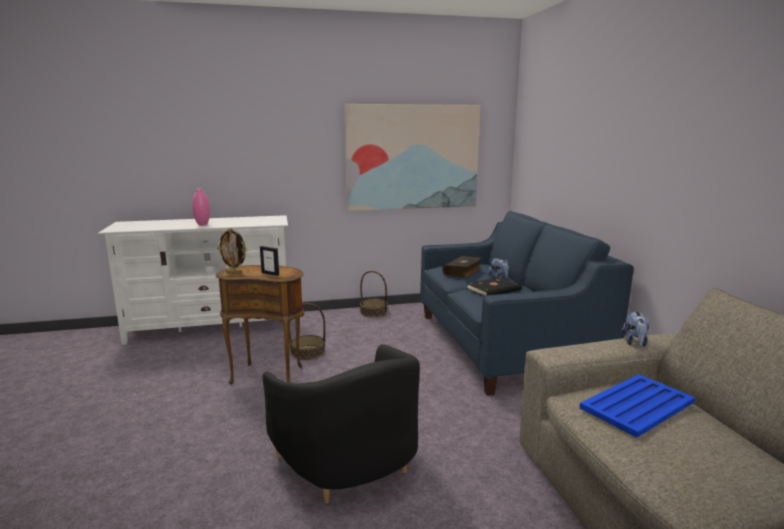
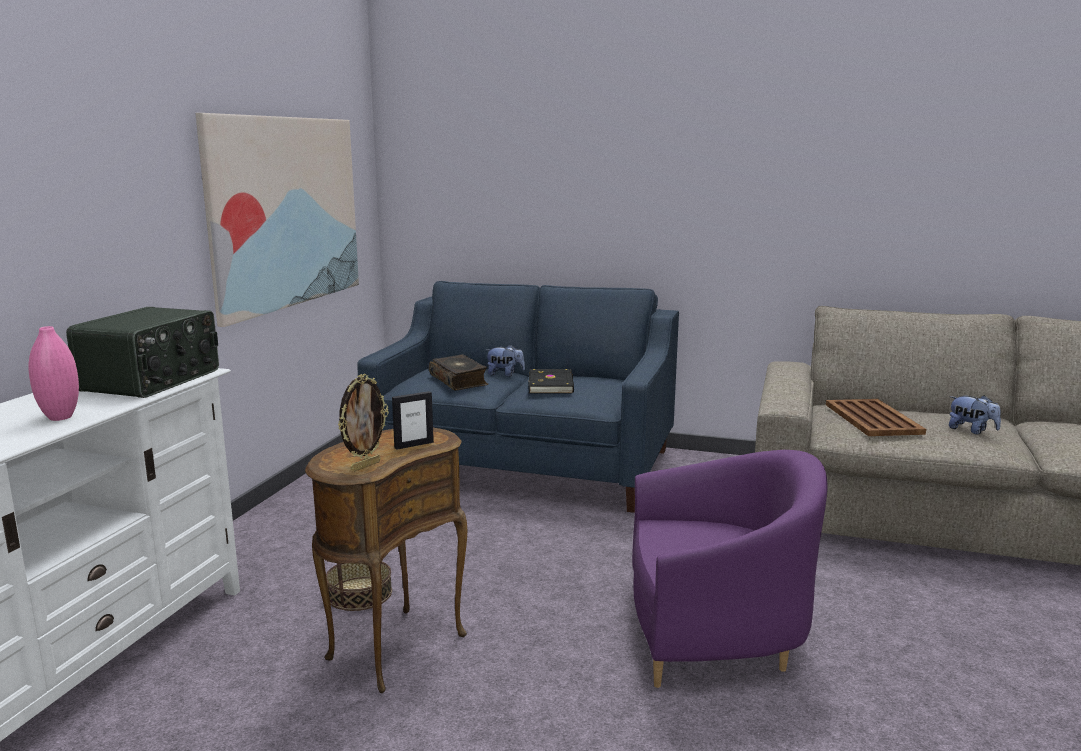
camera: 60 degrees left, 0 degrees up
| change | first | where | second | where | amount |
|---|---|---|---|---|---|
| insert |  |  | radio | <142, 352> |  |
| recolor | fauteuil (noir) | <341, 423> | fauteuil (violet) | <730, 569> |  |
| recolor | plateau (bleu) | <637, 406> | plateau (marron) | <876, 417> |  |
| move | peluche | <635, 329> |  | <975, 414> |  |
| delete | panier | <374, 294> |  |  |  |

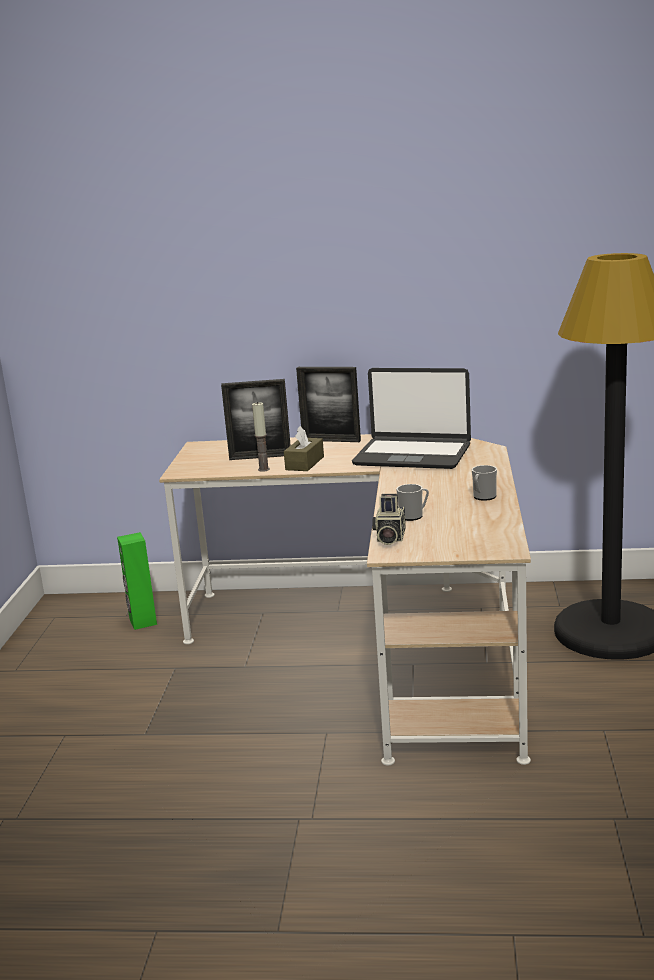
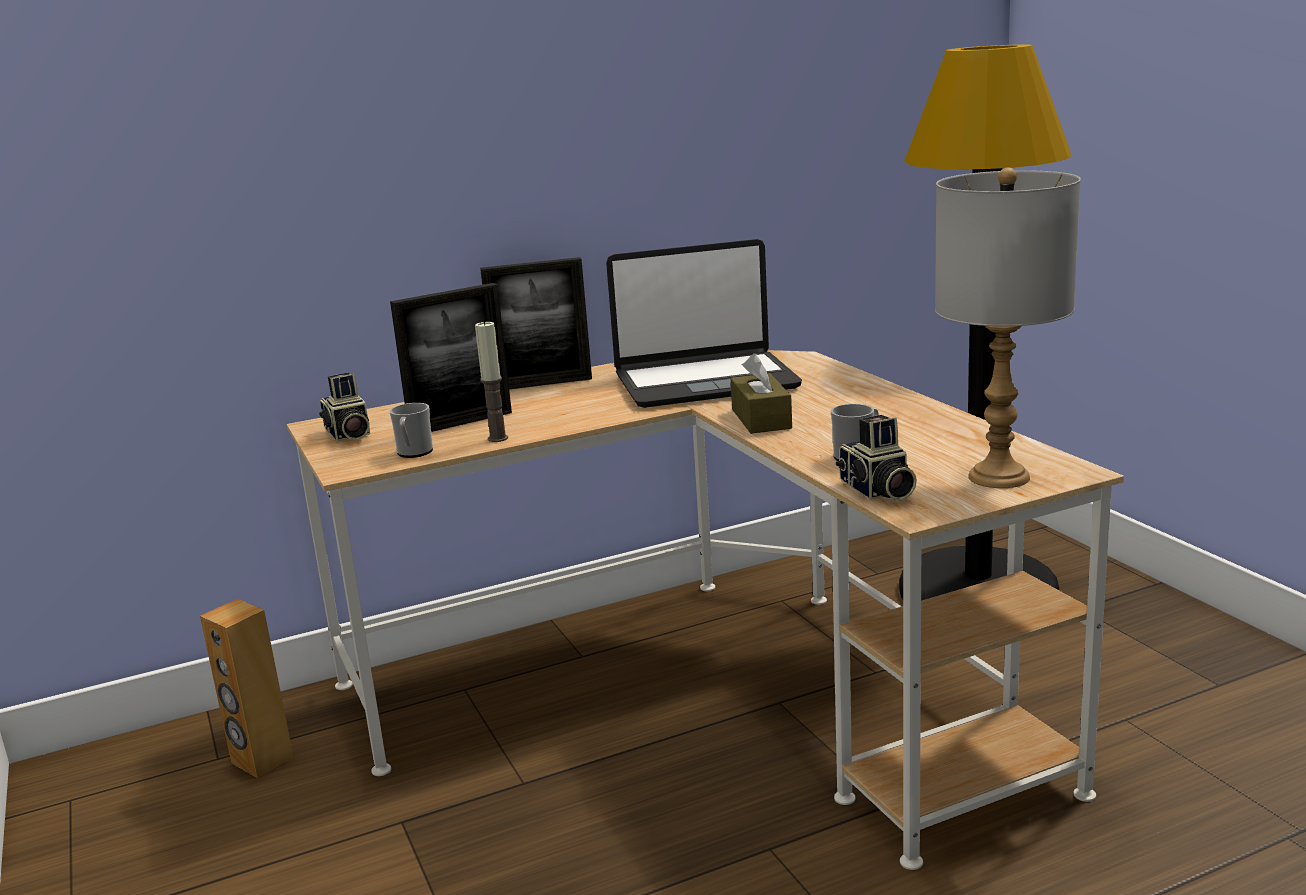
camera: 30 degrees left, 0 degrees up
| change | first | where | second | where | amount |
|---|---|---|---|---|---|
| recolor | enceinte (vert) | <137, 581> | enceinte (marron) | <247, 688> |  |
| insert |  |  | appareil photo | <344, 407> |  |
| move | mug | <484, 483> |  | <411, 430> |  |
| move | boîte à mouchoirs (marron) | <304, 448> |  | <761, 393> |  |
| insert |  |  | lampe de table (gris) | <1008, 327> |  |

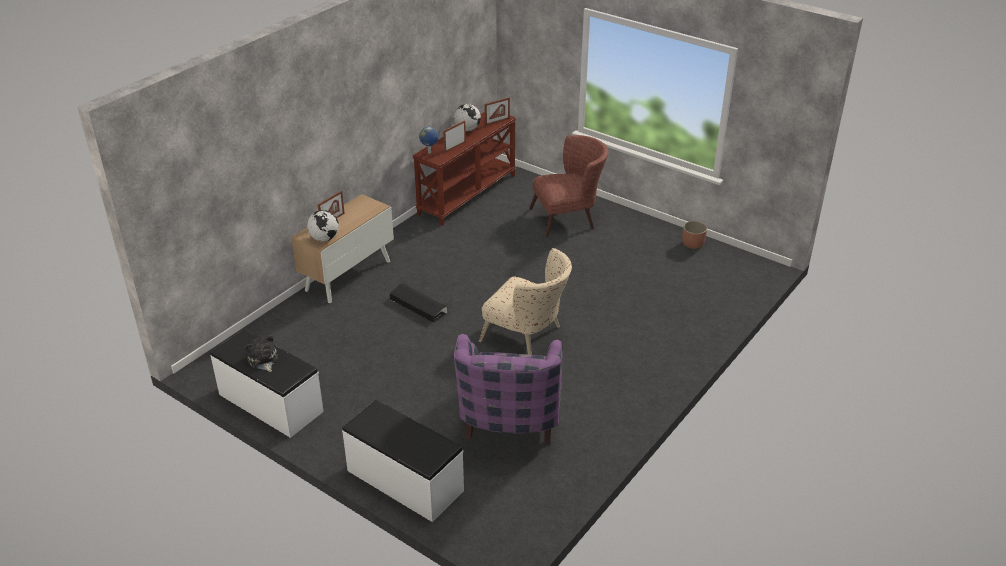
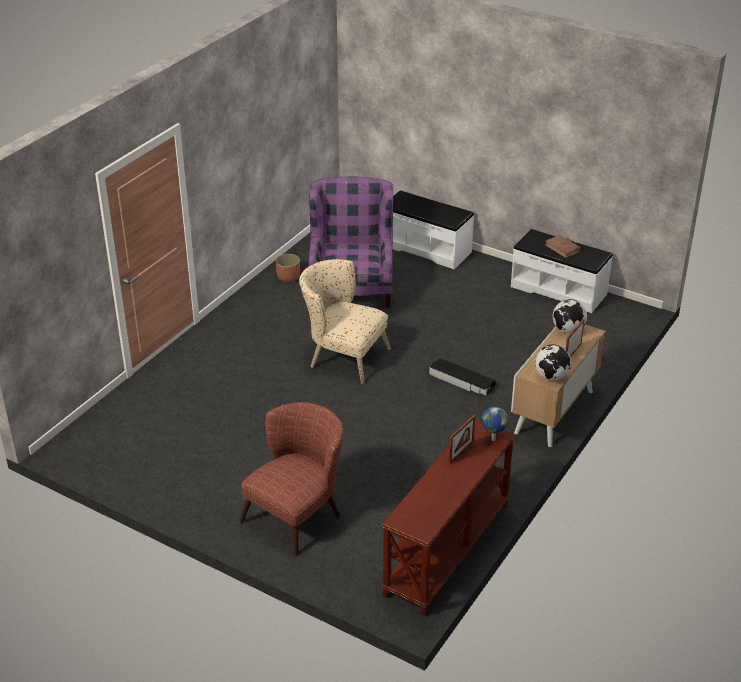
camera: 175 degrees right, 0 degrees up
| change | first | where | second | where | amount |
|---|---|---|---|---|---|
| rotate | fauteuil (marron) | <568, 186> |  | <291, 479> | 150 degrees clockwise |
| move | cache-pot | <694, 235> |  | <287, 268> |  |
| move | globe | <467, 117> |  | <553, 362> |  |
| replace | peluche | <261, 353> | livre (marron) | <563, 246> |  |
| delete | cadre photo | <497, 111> |  |  |  |

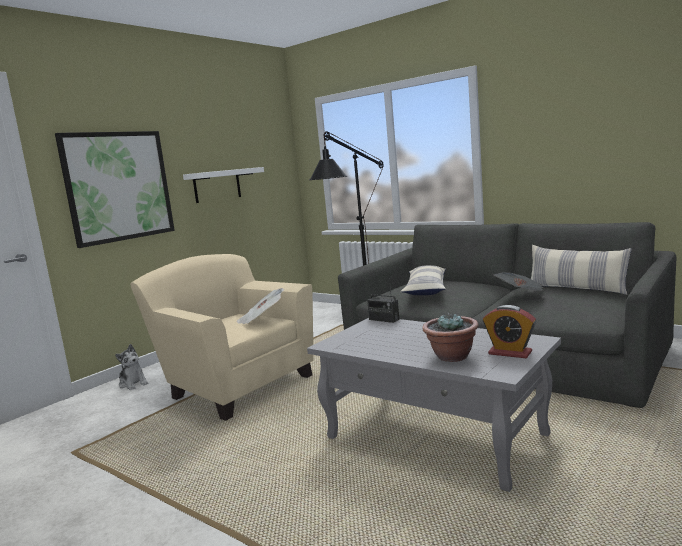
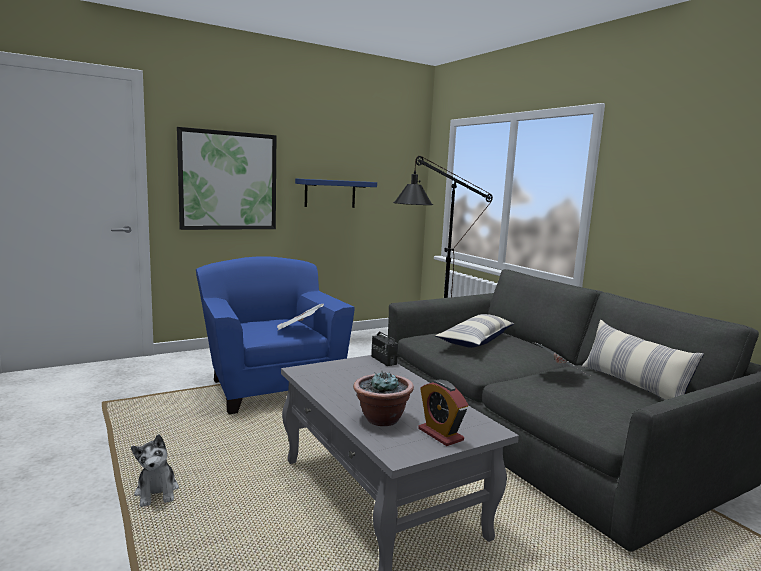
camera: 20 degrees right, 0 degrees up
| change | first | where | second | where | amount |
|---|---|---|---|---|---|
| move | peluche | <132, 367> |  | <155, 470> |  |
| recolor | fauteuil (beige) | <222, 337> | fauteuil (bleu) | <275, 335> |  |
| recolor | étagère (blanc) | <223, 185> | étagère (bleu) | <336, 193> |  |

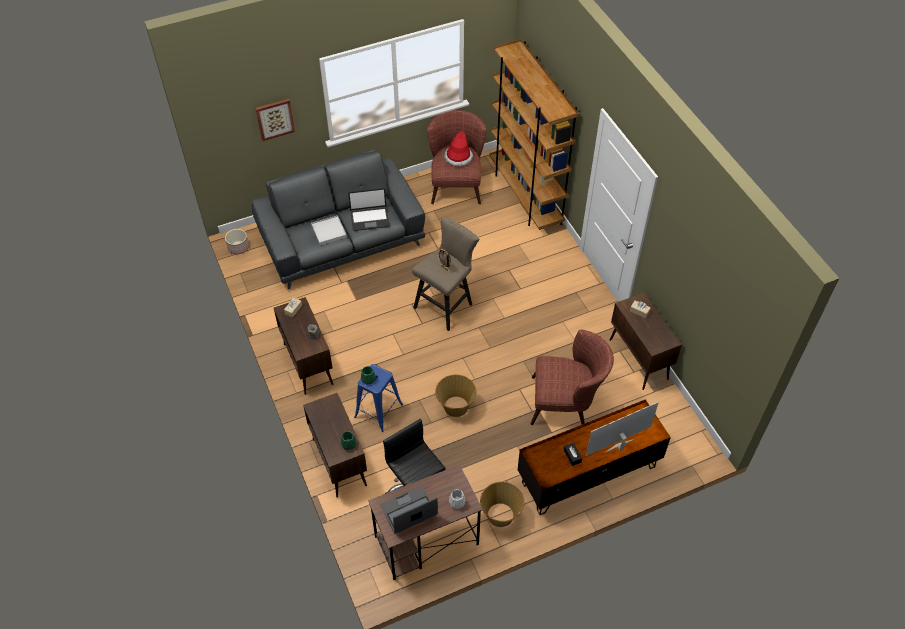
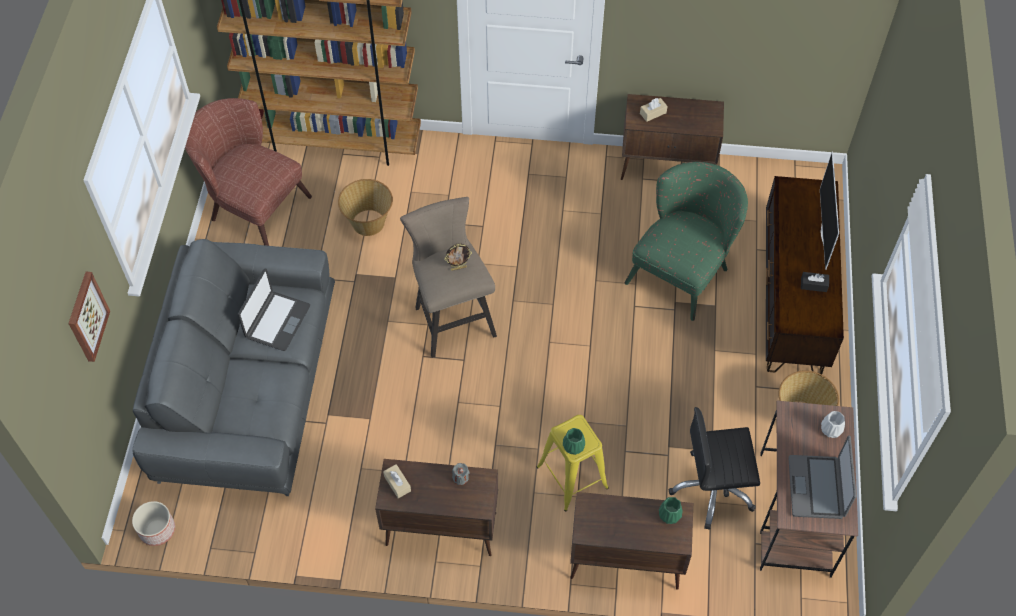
camera: 60 degrees left, 5 degrees up
| change | first | where | second | where | amount |
|---|---|---|---|---|---|
| move | panier | <455, 396> |  | <365, 207> |  |
| recolor | tabouret (bleu) | <378, 398> | tabouret (jaune) | <573, 463> |  |
| recolor | fauteuil (marron) | <572, 377> | fauteuil (vert) | <686, 241> |  |
| delete | plateau (blanc) | <329, 230> |  |  |  |
| delete | chapeau | <458, 148> |  |  |  |

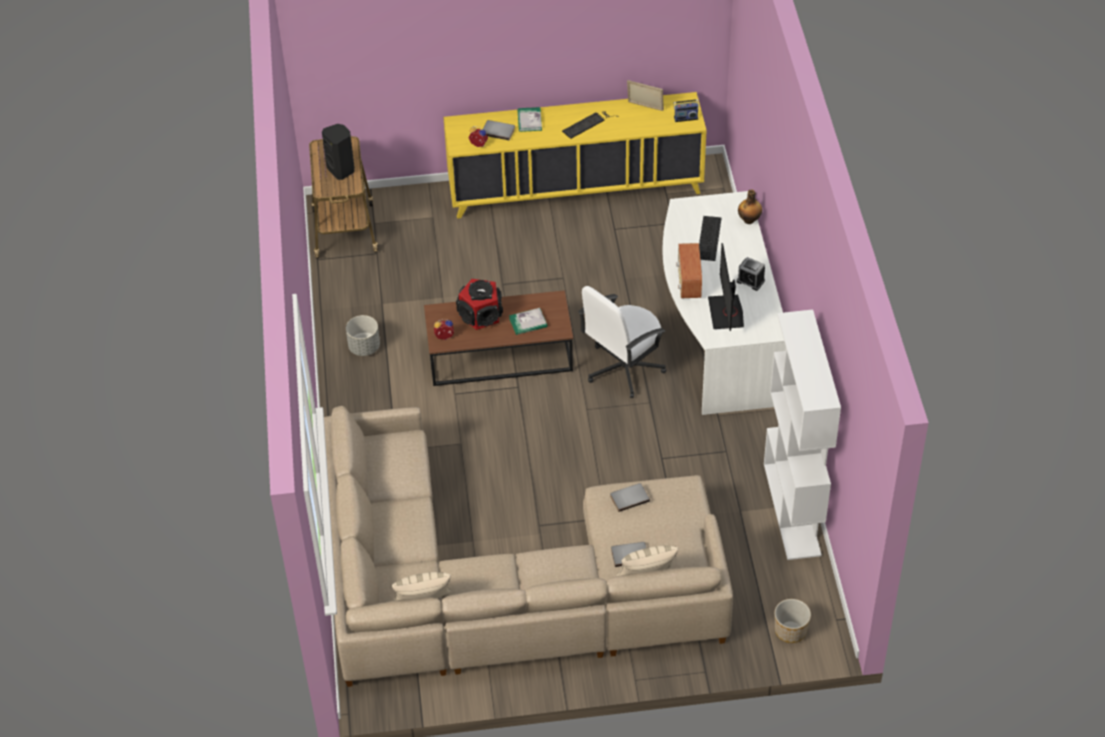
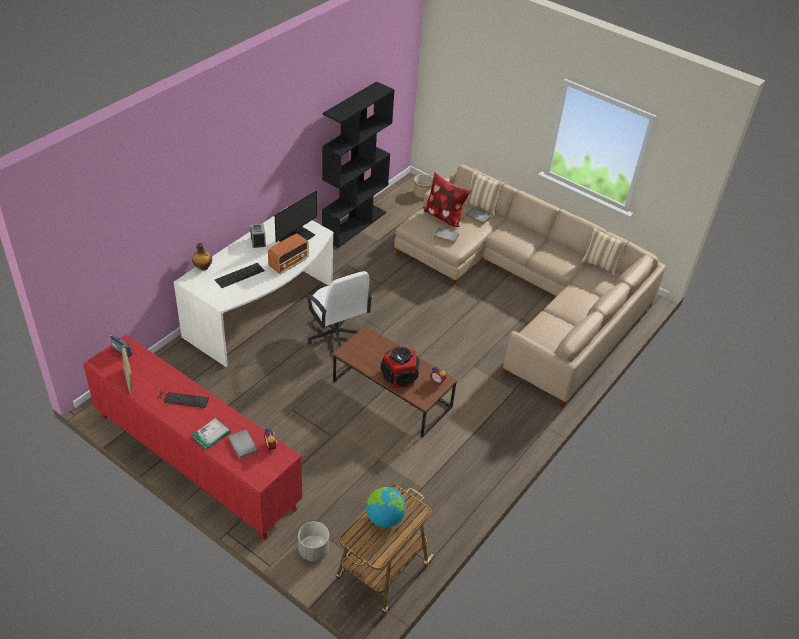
camera: 140 degrees left, 5 degrees down
| change | first | where | second | where | amount |
|---|---|---|---|---|---|
| recolor | meuble de rangement (jaune) | <575, 155> | meuble de rangement (rouge) | <192, 438> |  |
| move | cache-pot (gris) | <363, 335> |  | <313, 542> |  |
| rotate | chaise de bureau (blanc) | <622, 342> |  | <339, 309> | 60 degrees clockwise |
| recolor | bibliothèque (blanc) | <802, 435> | bibliothèque (noir) | <358, 164> |  |
| replace | enceinte (noir) | <338, 152> | globe | <386, 507> |  |
| insert |  |  | coussin | <447, 199> |  |
| delete | livre | <528, 321> |  |  |  |

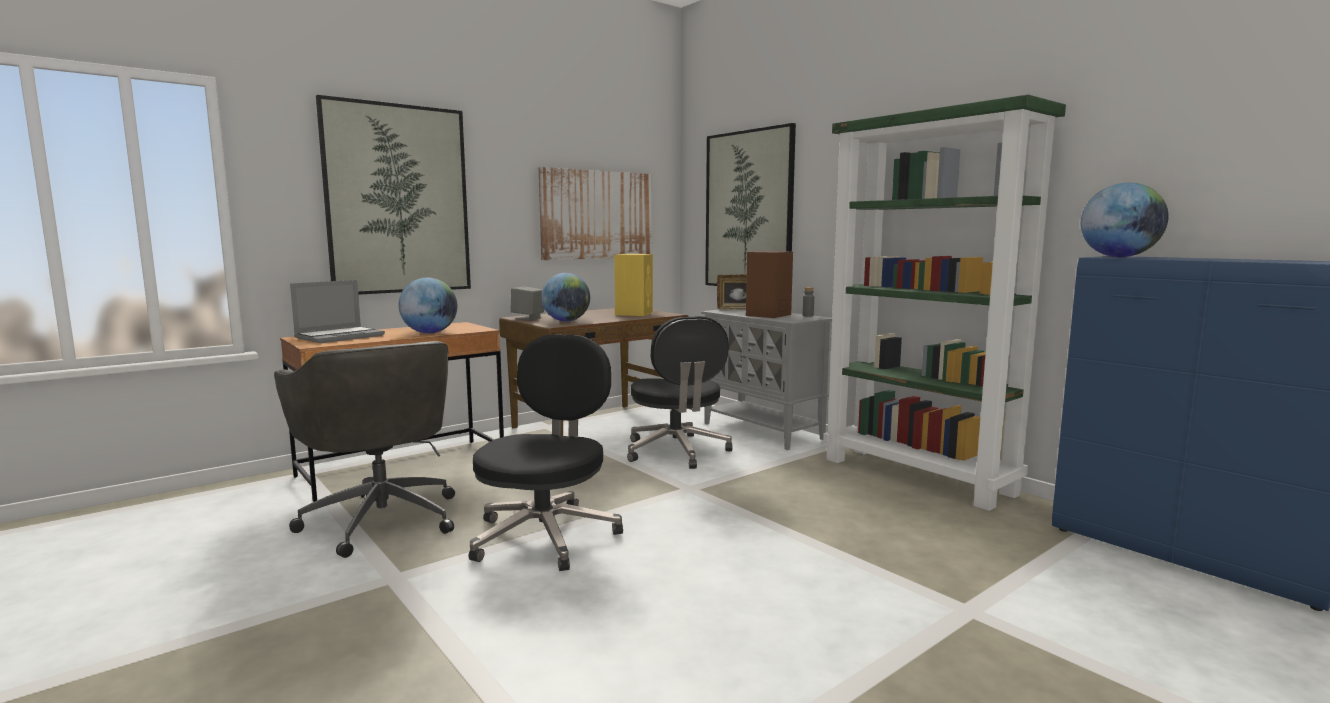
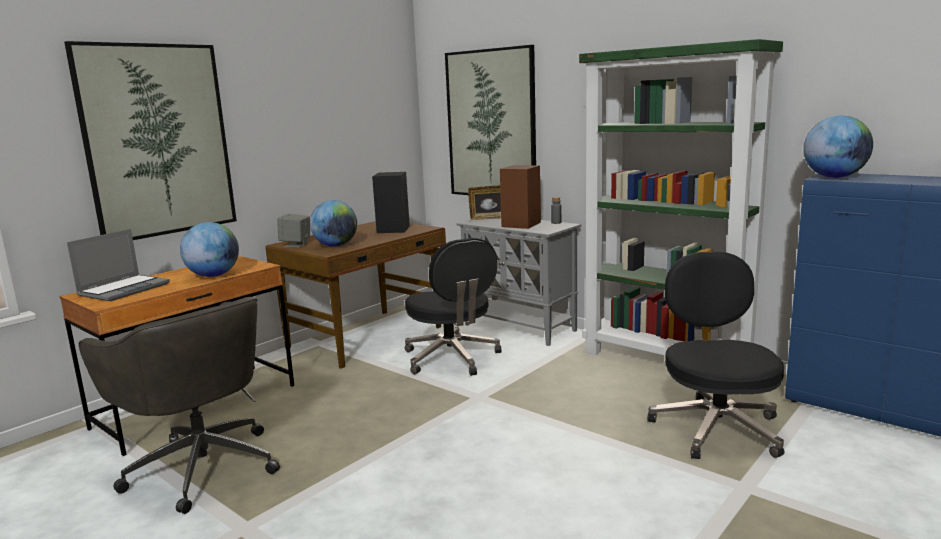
camera: 10 degrees left, 5 degrees up
| change | first | where | second | where | amount |
|---|---|---|---|---|---|
| recolor | enceinte (jaune) | <633, 285> | enceinte (noir) | <391, 202> |  |
| move | chaise de bureau (noir) | <546, 452> |  | <715, 355> |  |
| delete | tableau | <595, 213> |  |  |  |

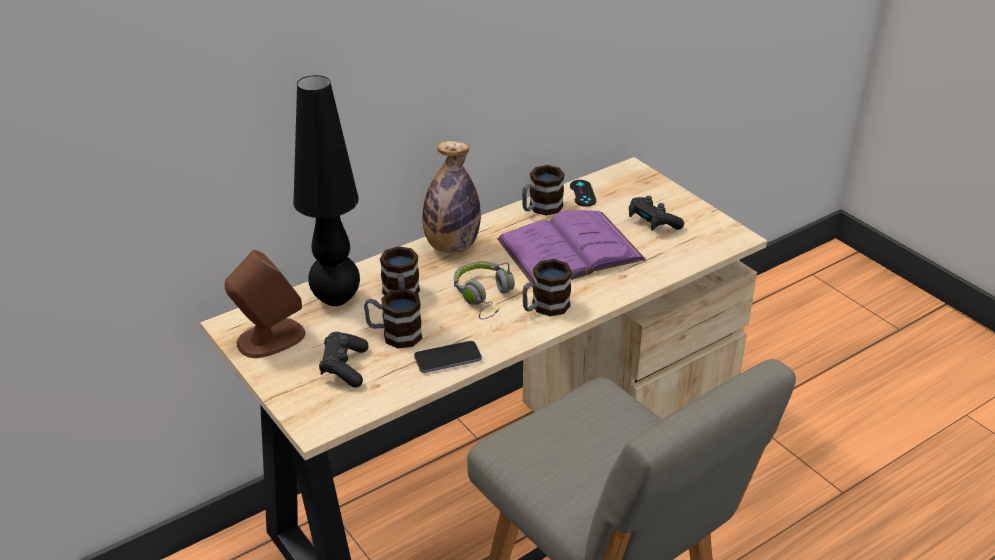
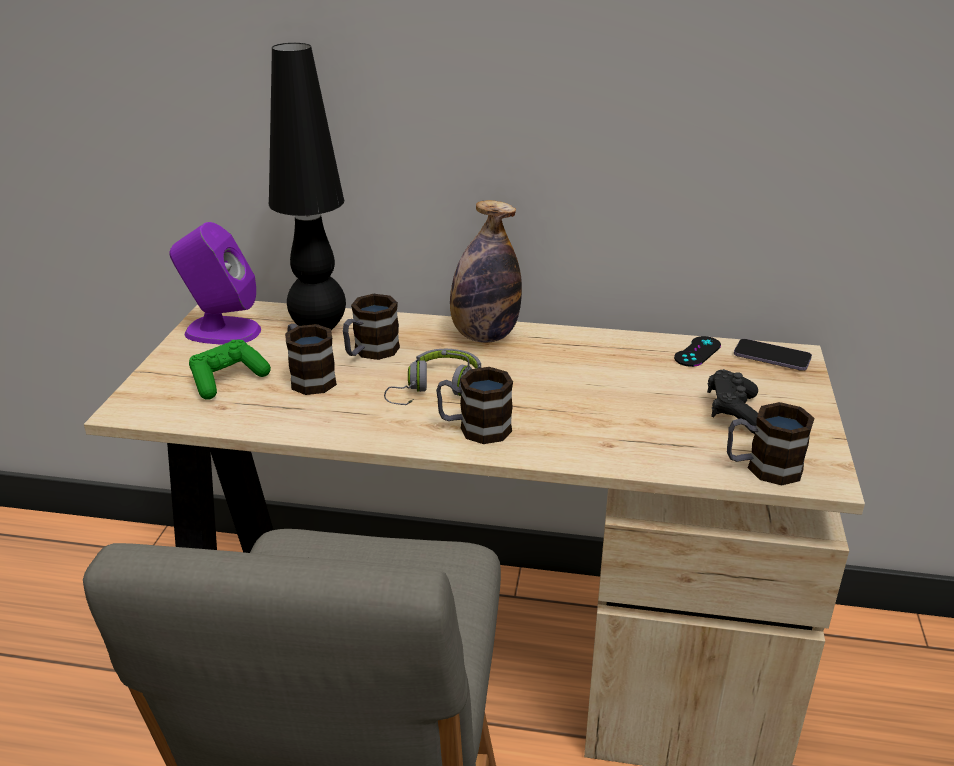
camera: 45 degrees right, 5 degrees down
| change | first | where | second | where | amount |
|---|---|---|---|---|---|
| recolor | enceinte (marron) | <264, 304> | enceinte (violet) | <215, 283> |  |
| recolor | manette (noir) | <344, 359> | manette (vert) | <230, 369> |  |
| move | mug | <543, 190> |  | <771, 444> |  |
| move | téléphone | <448, 357> |  | <773, 355> |  |
| delete | livre (violet) | <571, 246> |  |  |  |

